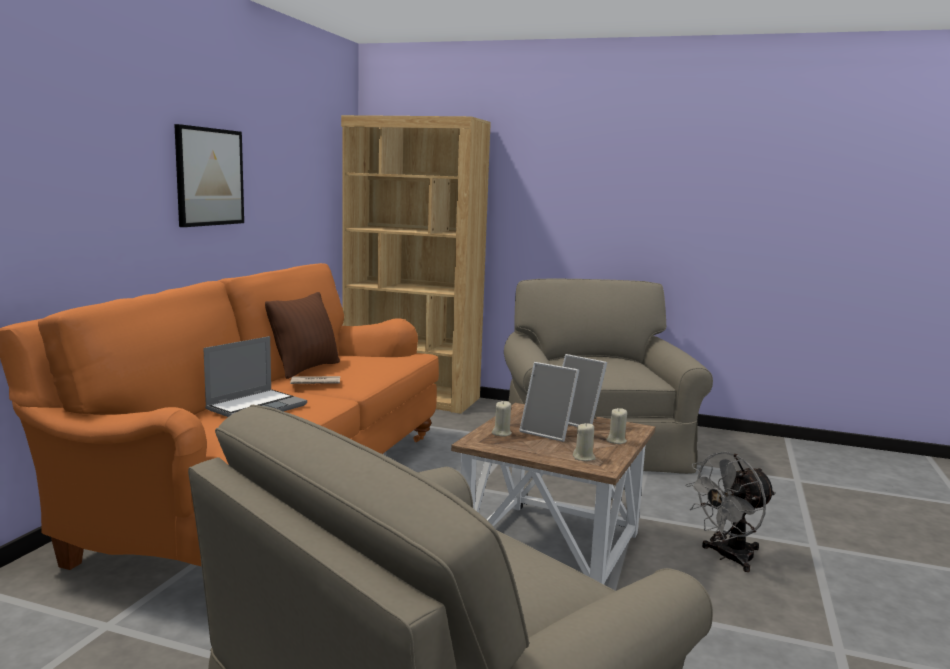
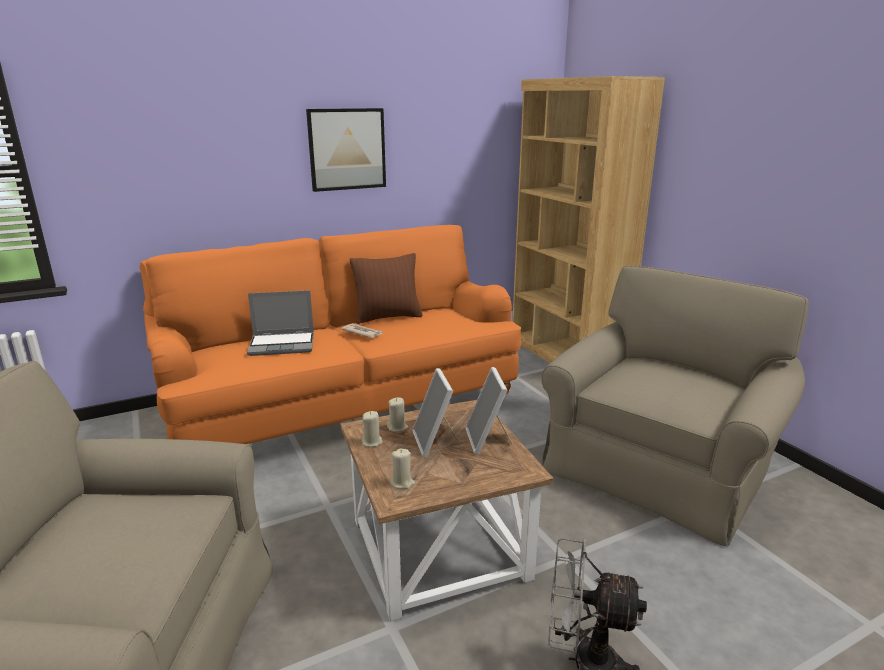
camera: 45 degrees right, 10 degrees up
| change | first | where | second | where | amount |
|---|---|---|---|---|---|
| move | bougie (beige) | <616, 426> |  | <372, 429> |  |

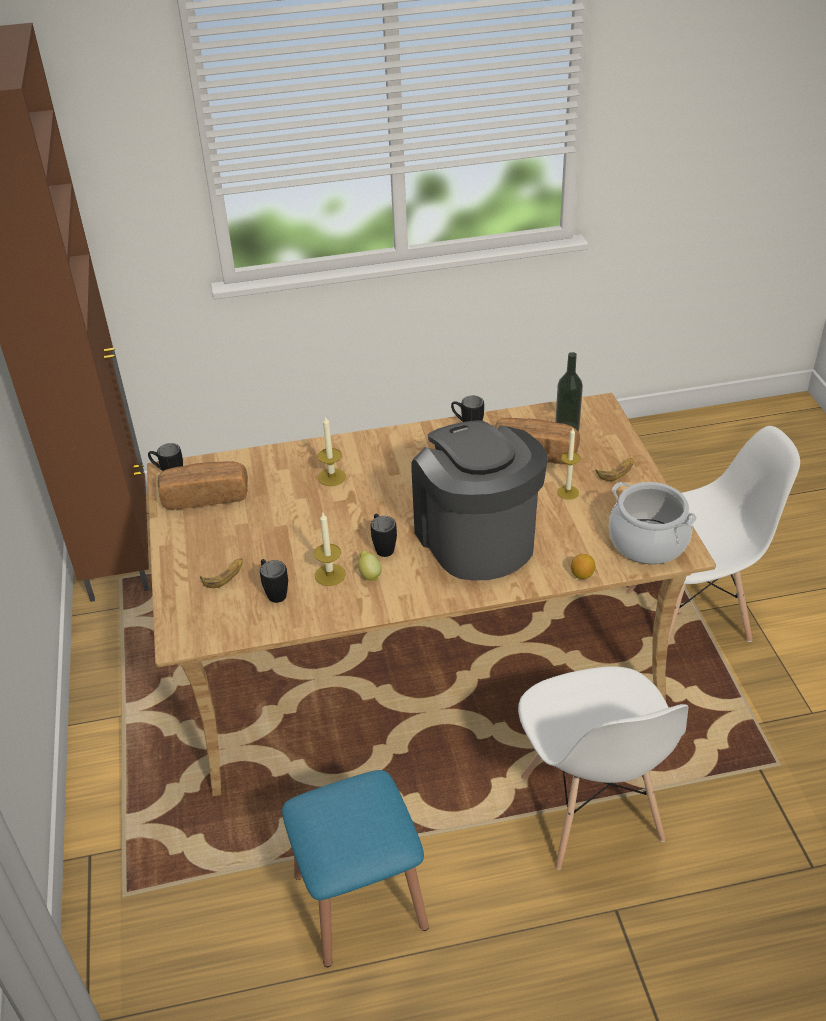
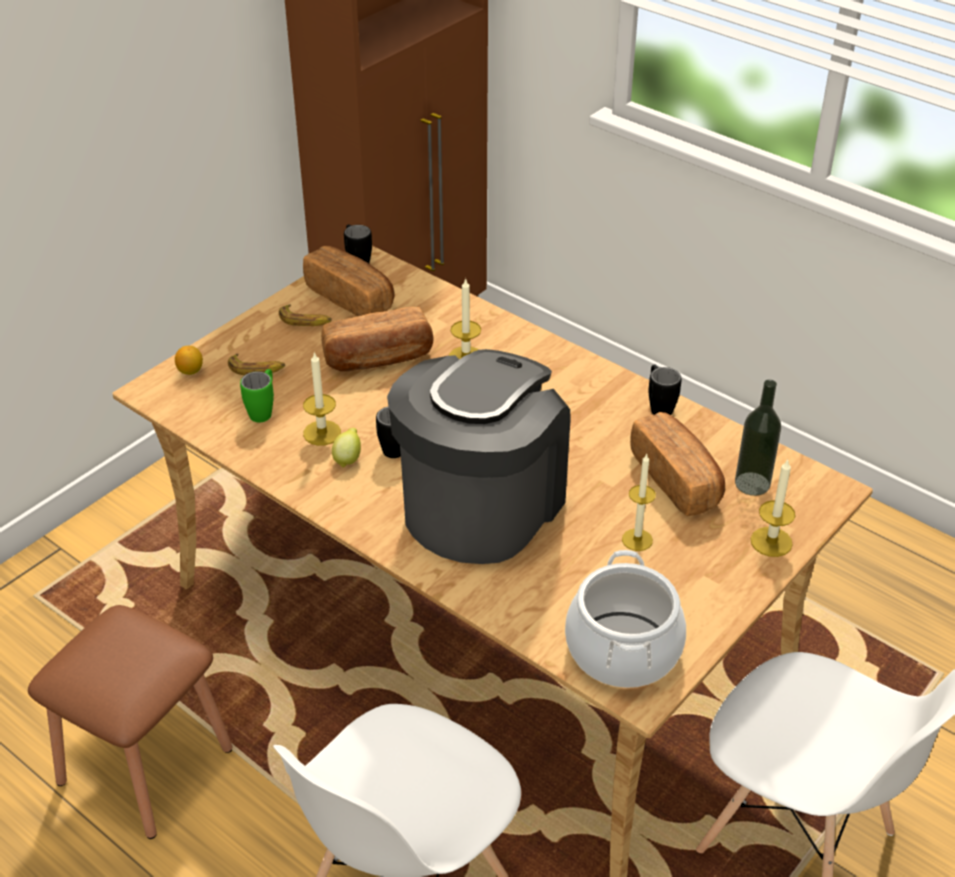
camera: 50 degrees right, 0 degrees up
| change | first | where | second | where | amount |
|---|---|---|---|---|---|
| recolor | tabouret (bleu) | <355, 868> | tabouret (marron) | <130, 722> |  |
| move | citron | <583, 566> |  | <189, 360> |  |
| recolor | mug (noir) | <274, 581> | mug (vert) | <257, 396> |  |
| move | banane | <614, 469> |  | <305, 315> |  |
| insert |  |  | pain | <377, 339> |  |
| insert |  |  | bougie | <773, 507> |  |

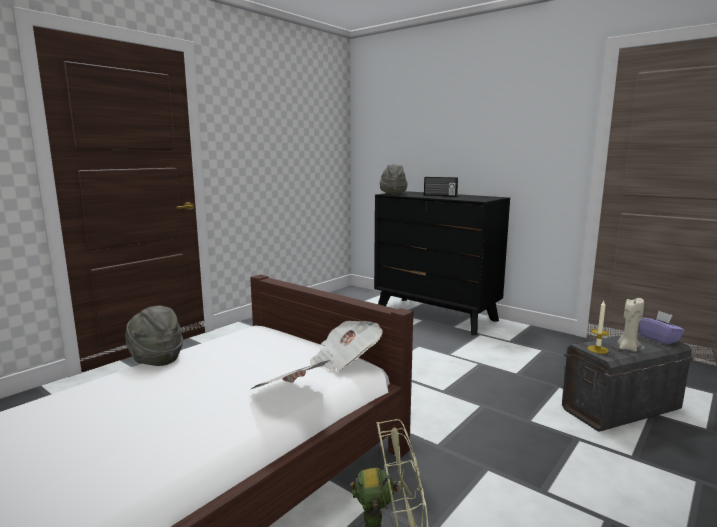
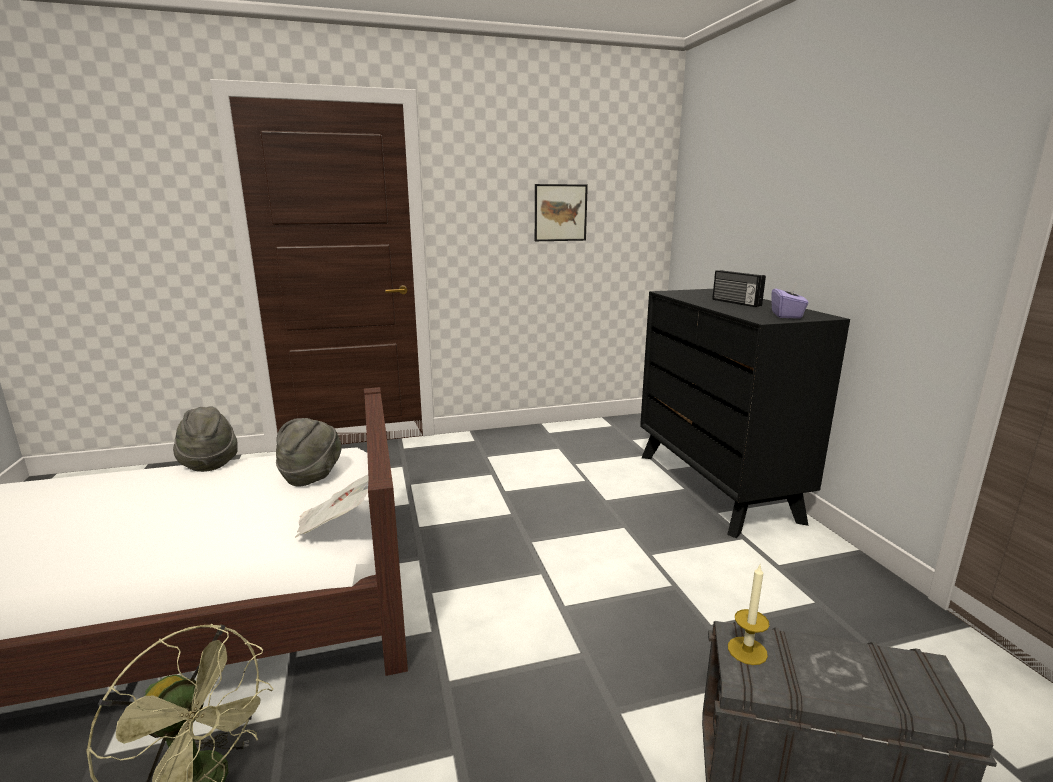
camera: 35 degrees right, 5 degrees up
| change | first | where | second | where | amount |
|---|---|---|---|---|---|
| move | chapeau (gris) | <393, 179> |  | <309, 452> |  |
| insert |  |  | tableau | <561, 212> |  |
| move | boîte à mouchoirs (violet) | <662, 328> |  | <790, 300> |  |
| delete | journal | <290, 374> |  |  |  |
| delete | bougie (beige) | <630, 325> |  |  |  |

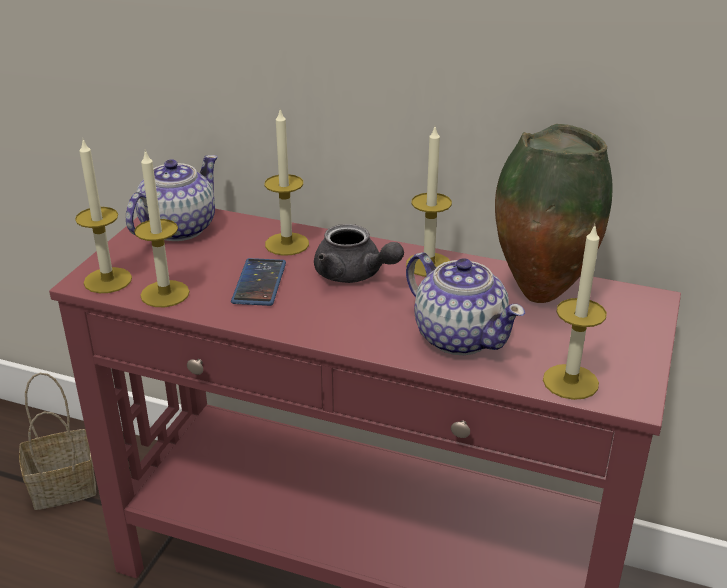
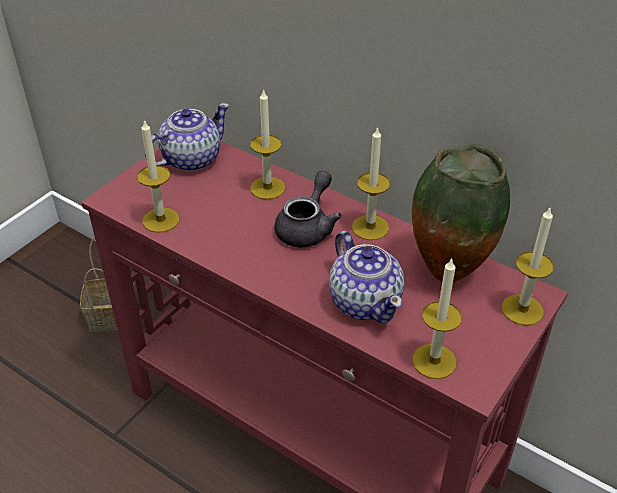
camera: 15 degrees right, 10 degrees up
| change | first | where | second | where | amount |
|---|---|---|---|---|---|
| rotate | théière (gris) | <359, 253> |  | <308, 209> | 120 degrees counterclockwise |
| move | bougie | <103, 216> |  | <528, 266> |  |
| delete | téléphone | <258, 282> |  |  |  |

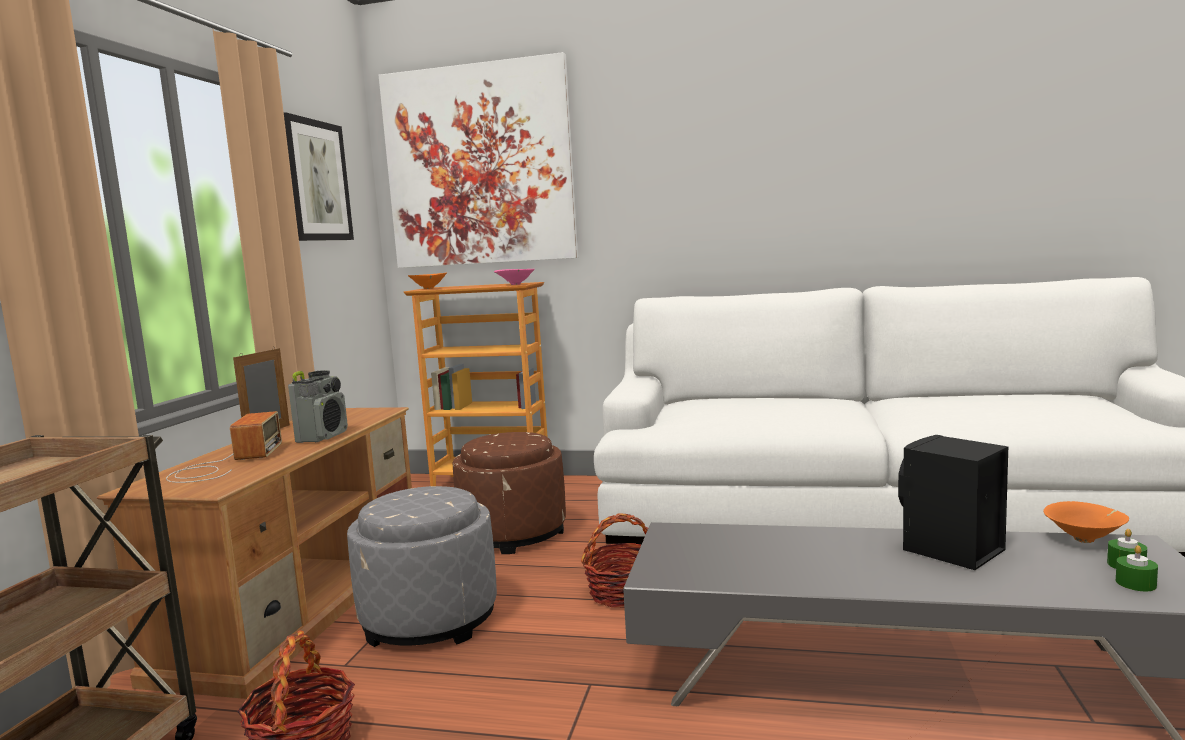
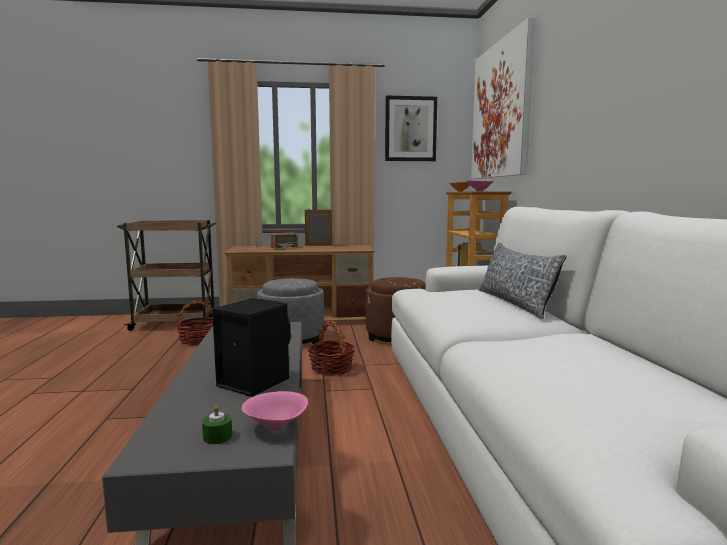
camera: 70 degrees right, 0 degrees up
| change | first | where | second | where | amount |
|---|---|---|---|---|---|
| recolor | bol (orange) | <1086, 522> | bol (rose) | <275, 411> |  |
| insert |  |  | coussin | <523, 280> |  |
| delete | radio | <318, 406> |  |  |  |
| delete | bougie (vert) | <1137, 568> |  |  |  |

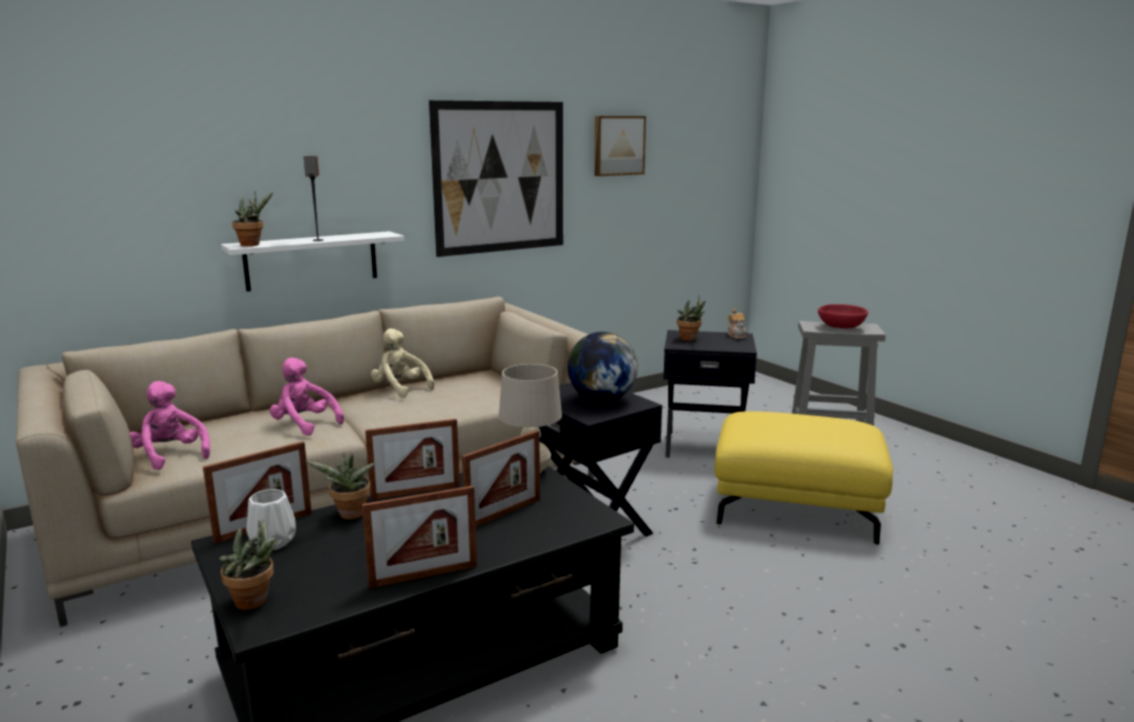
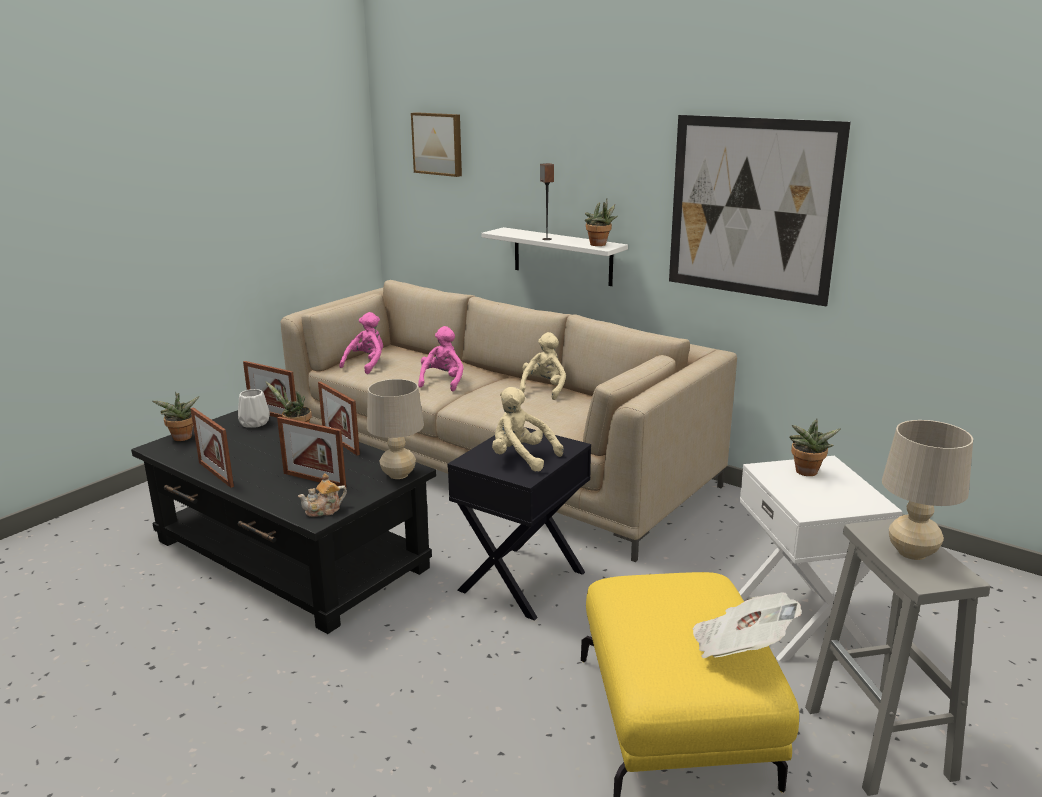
camera: 70 degrees right, 5 degrees up
| change | first | where | second | where | amount |
|---|---|---|---|---|---|
| move | théière | <737, 324> |  | <322, 495> |  |
| move | tableau | <620, 146> |  | <436, 144> |  |
| replace | globe | <602, 367> | peluche (beige) | <527, 429> |  |
| move | plante en pot | <252, 218> |  | <601, 222> |  |
| insert |  |  | journal | <747, 625> |  |
| recolor | table d'appoint (noir) | <710, 394> | table d'appoint (blanc) | <820, 558> |  |
| replace | bol (rouge) | <843, 316> | lampe de table (beige) | <927, 490> |  |

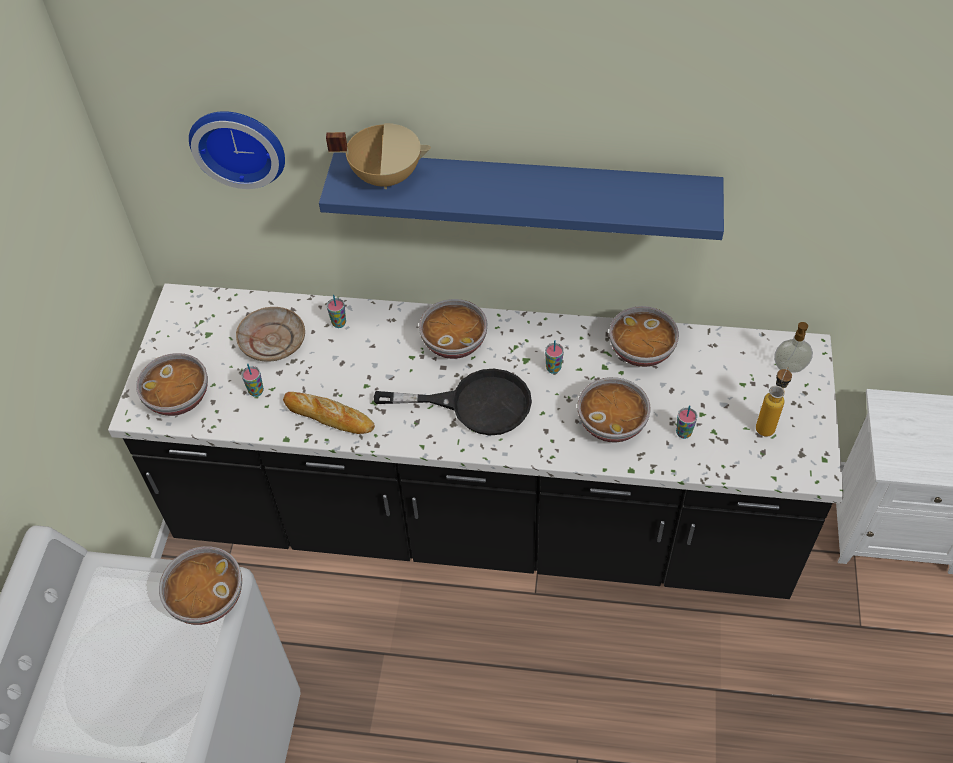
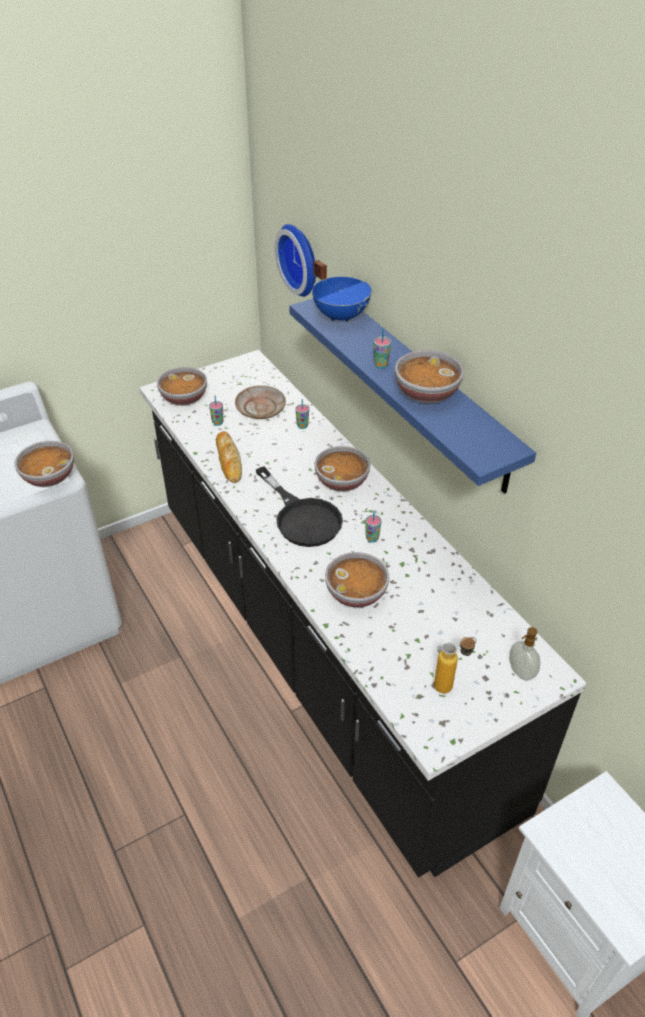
camera: 50 degrees right, 10 degrees down
| change | first | where | second | where | amount |
|---|---|---|---|---|---|
| recolor | marmite (beige) | <378, 156> | marmite (bleu) | <341, 291> |  |
| move | tasse | <687, 422> |  | <382, 348> |  |
| move | bol | <644, 336> |  | <429, 376> |  |

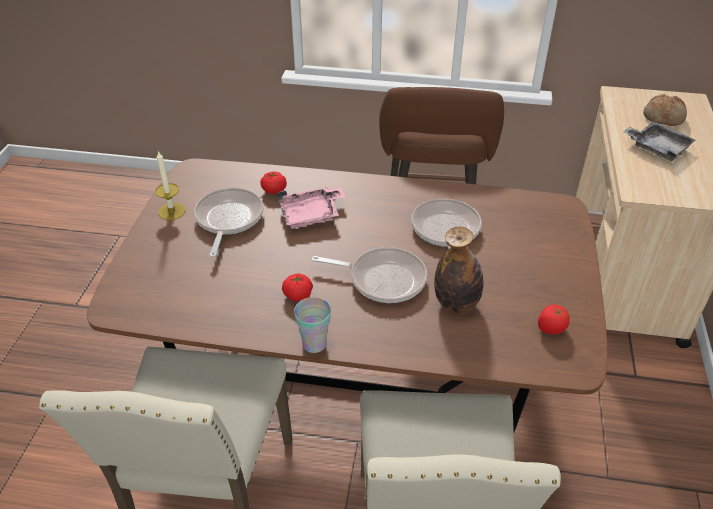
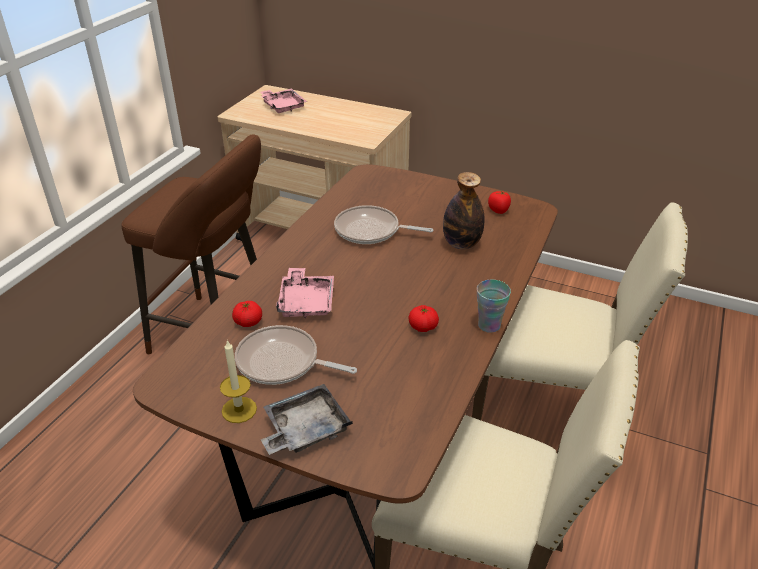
camera: 75 degrees left, 5 degrees down
| change | first | where | second | where | amount |
|---|---|---|---|---|---|
| replace | pain | <665, 110> | plateau (rose) | <283, 100> |  |
| move | plateau (gris) | <659, 141> |  | <307, 419> |  |
| delete | poêle | <369, 275> |  |  |  |

